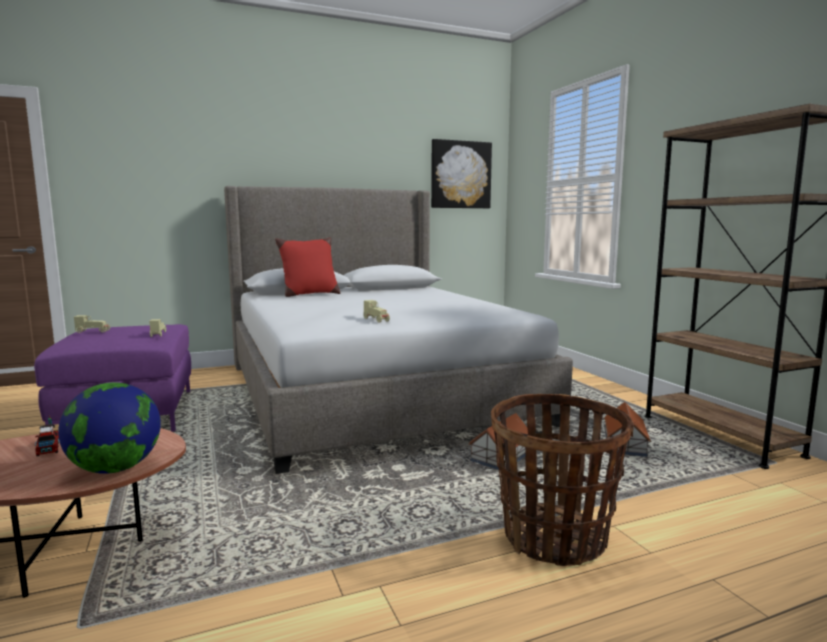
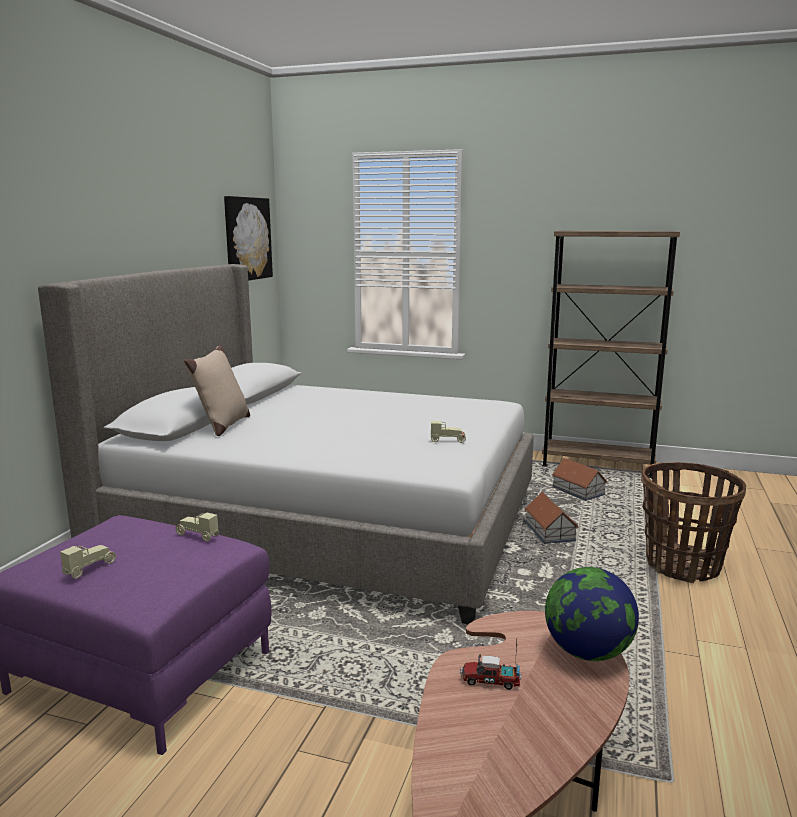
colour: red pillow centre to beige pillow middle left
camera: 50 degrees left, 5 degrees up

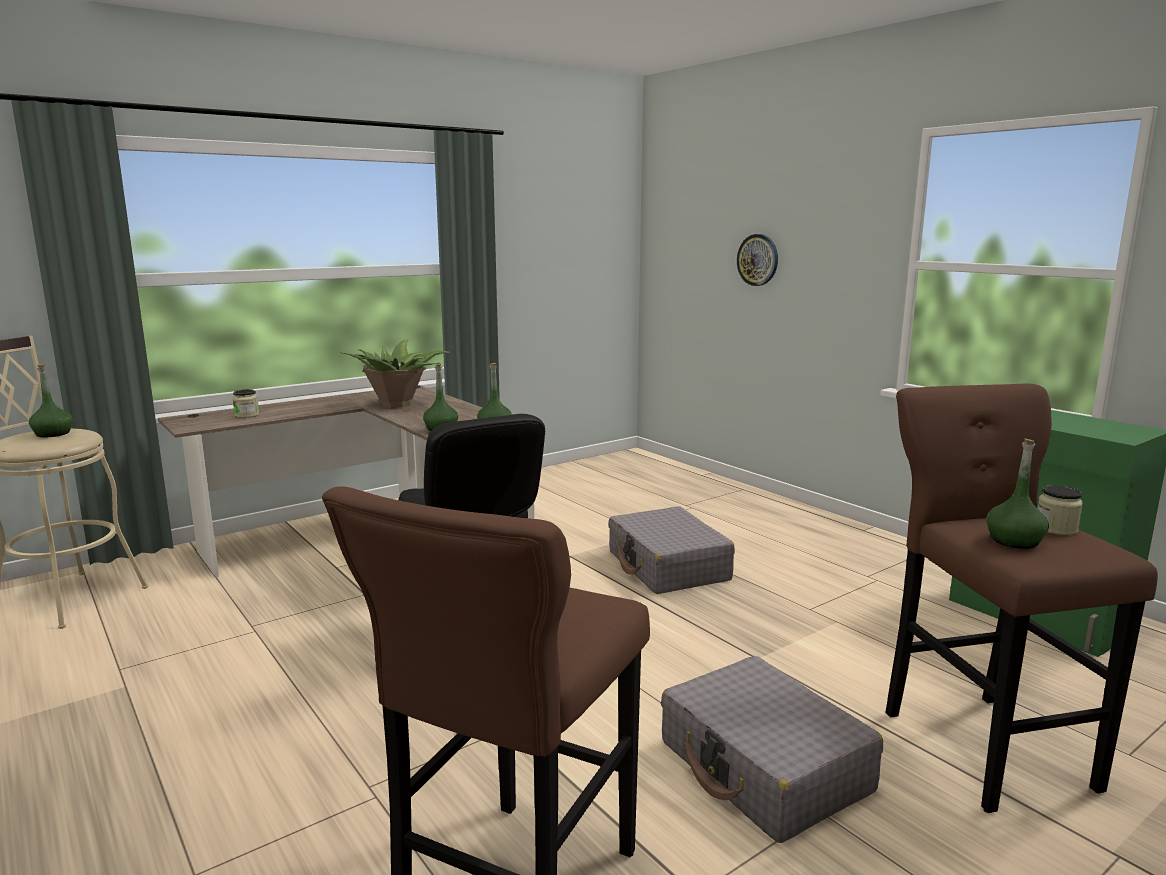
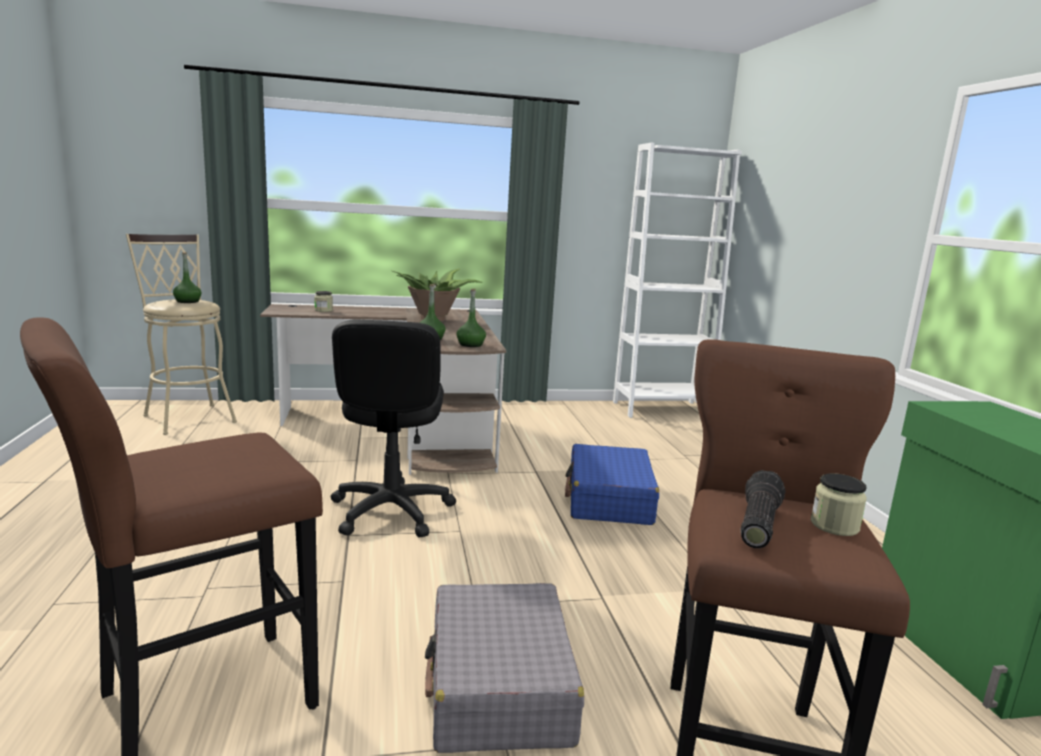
missing: wall clock top centre
appeared: white bookcase centre
exchanged: green bottle (no. 4 from left) middle right to flashlight bottom right
colour: grey suitcase (no. 1 from left) centre to blue suitcase centre
camera: 25 degrees right, 0 degrees up

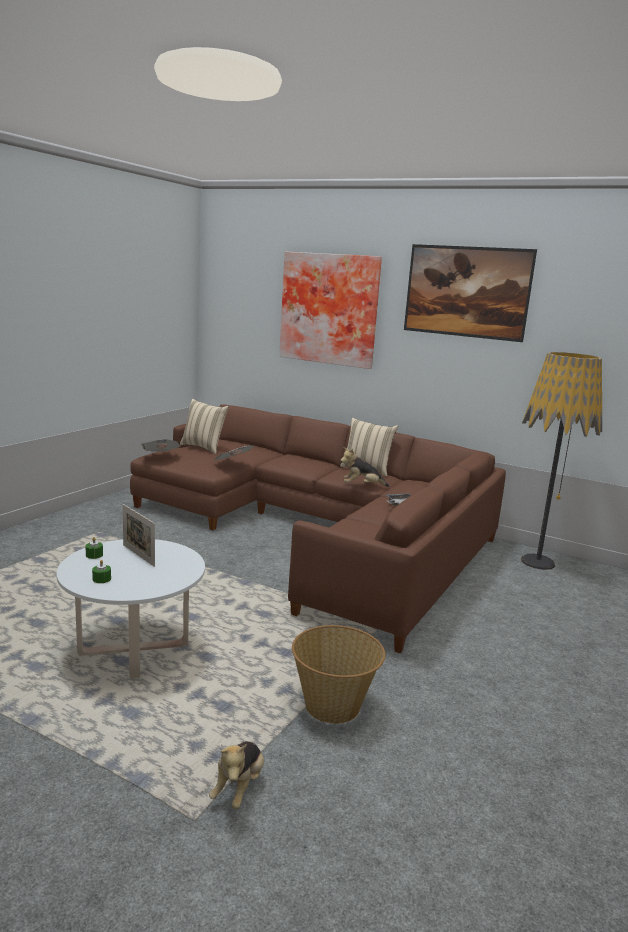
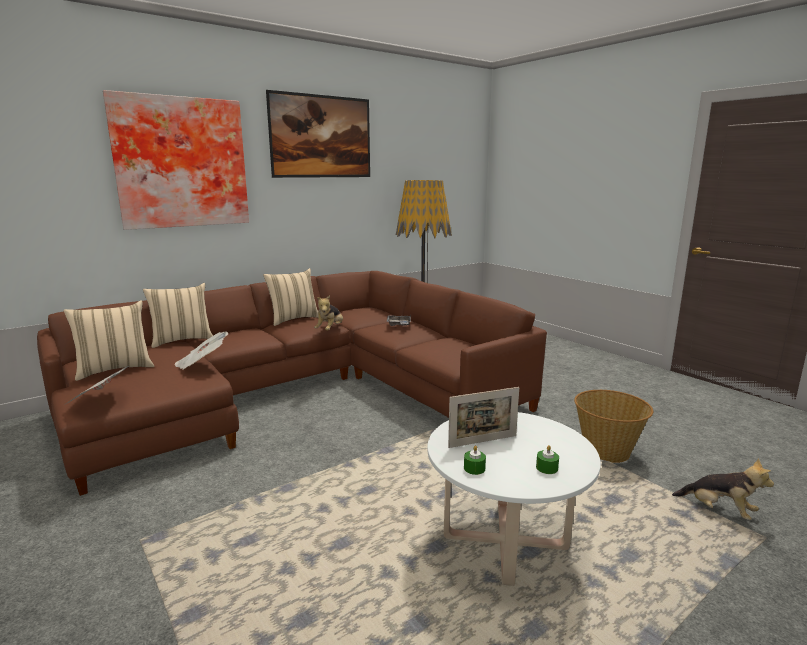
appeared: beige pillow (no. 2 from left) middle left
camera: 65 degrees left, 0 degrees up

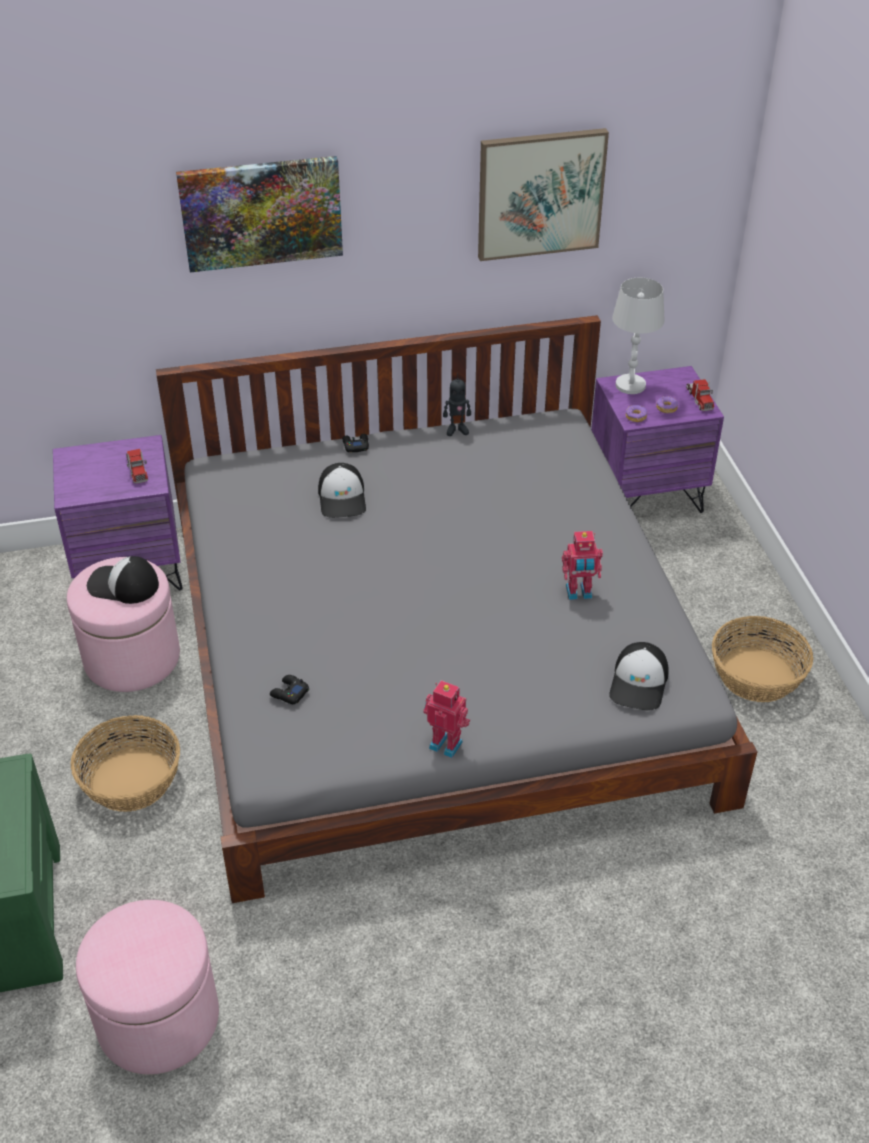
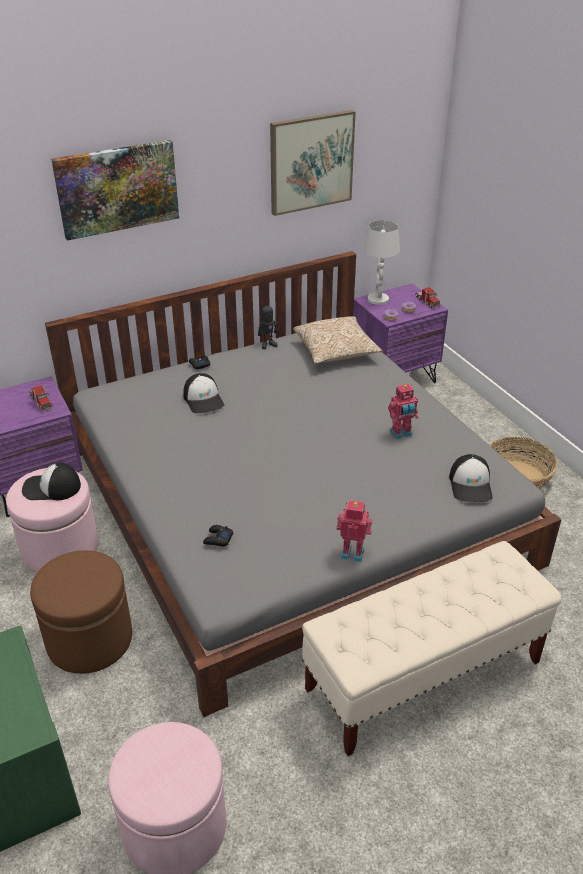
appeared: pillow centre; beige bench bottom right
exchanged: basket (no. 1 from left) bottom left to brown ottoman bottom left
camera: 15 degrees left, 5 degrees down

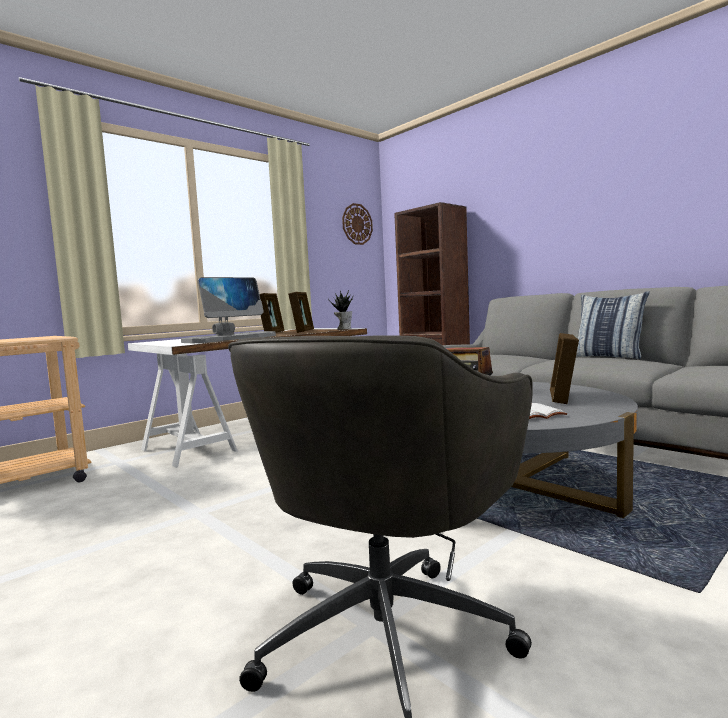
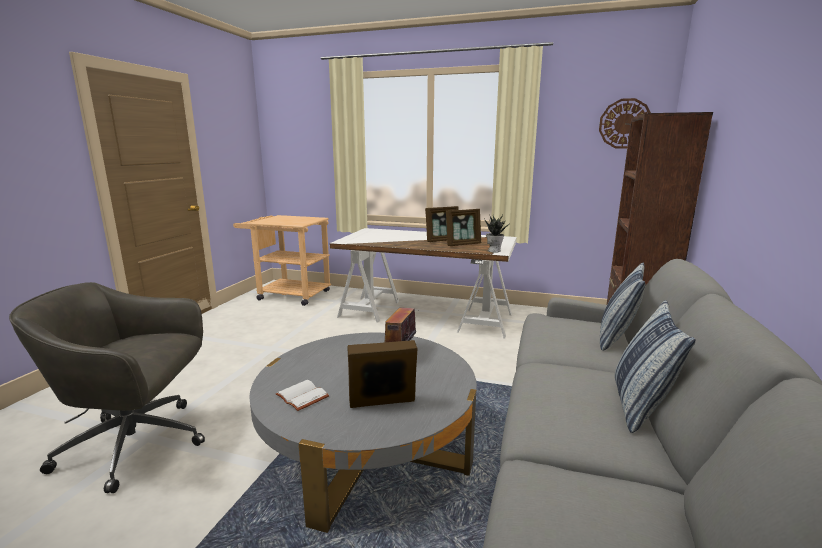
missing: monitor middle left
appeared: pillow (no. 1 from left) middle right
camera: 60 degrees right, 10 degrees up

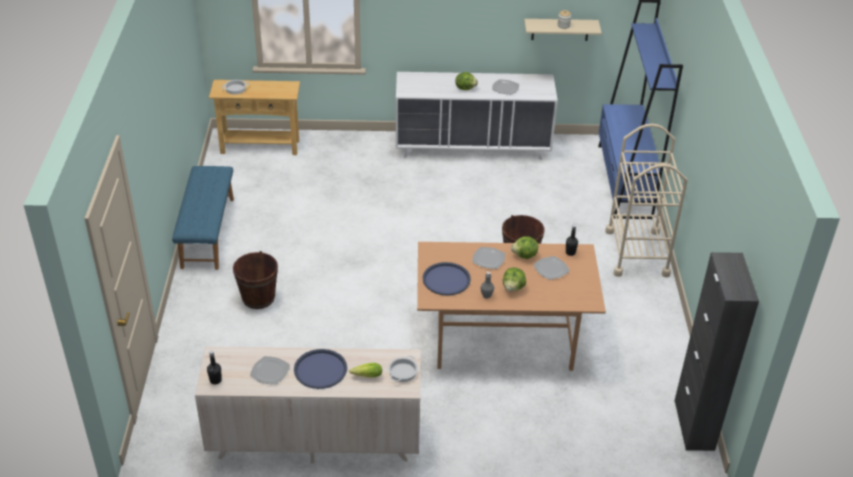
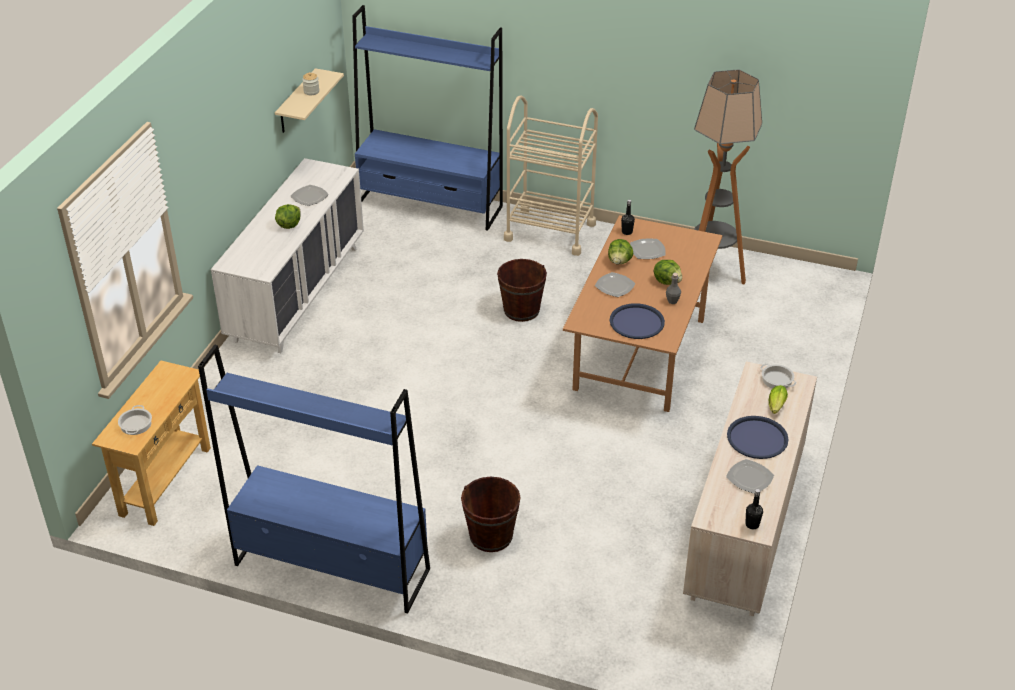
missing: black cabinet bottom right
appeared: floor lamp top right
exchanged: blue bench middle left to blue bookcase (no. 1 from left) bottom left
camera: 70 degrees left, 0 degrees up

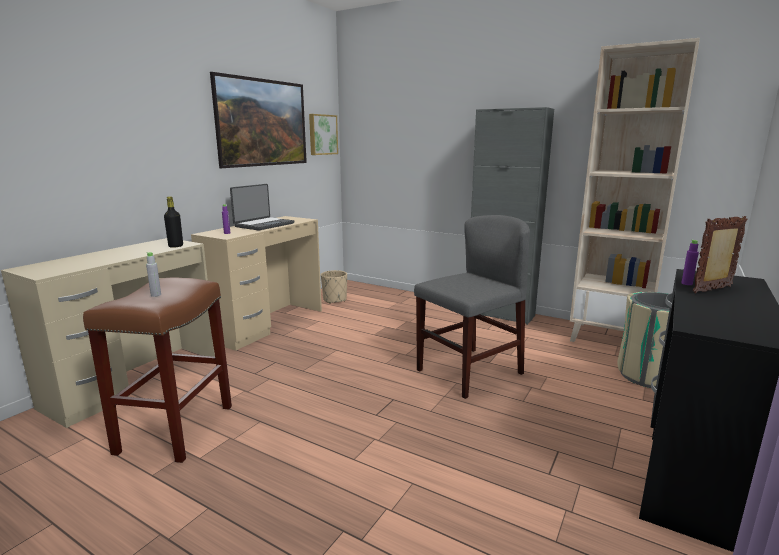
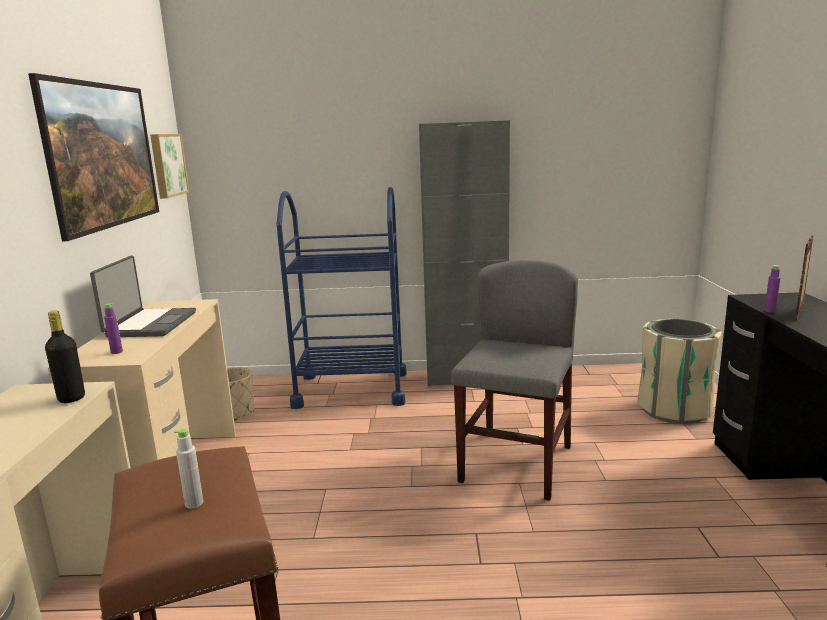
missing: beige bookcase middle right
appeared: blue cart centre
camera: 30 degrees left, 0 degrees up

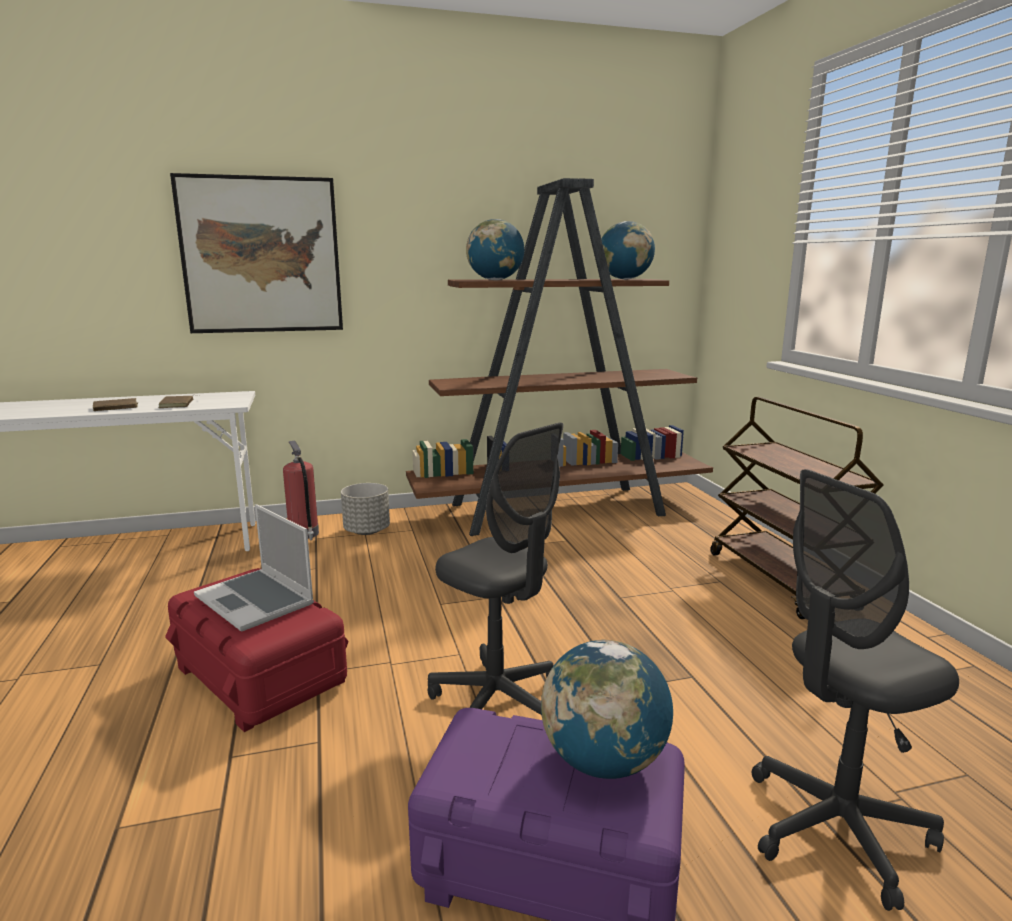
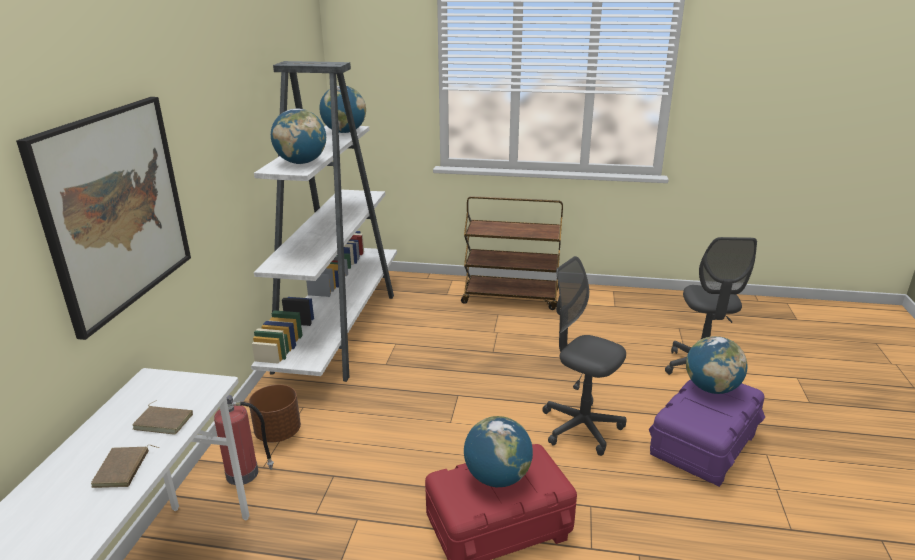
exchanged: laptop middle left to globe (no. 3 from left) bottom centre
colour: grey planter centre to brown planter bottom left; brown bookcase centre to white bookcase centre
spun: grey office chair (no. 1 from left) centre = centre 120 degrees counterclockwise
camera: 65 degrees left, 10 degrees up

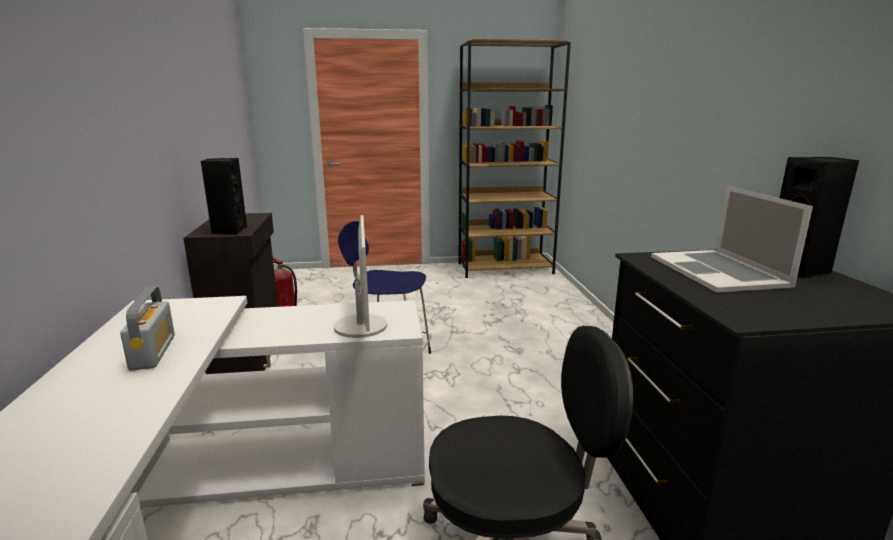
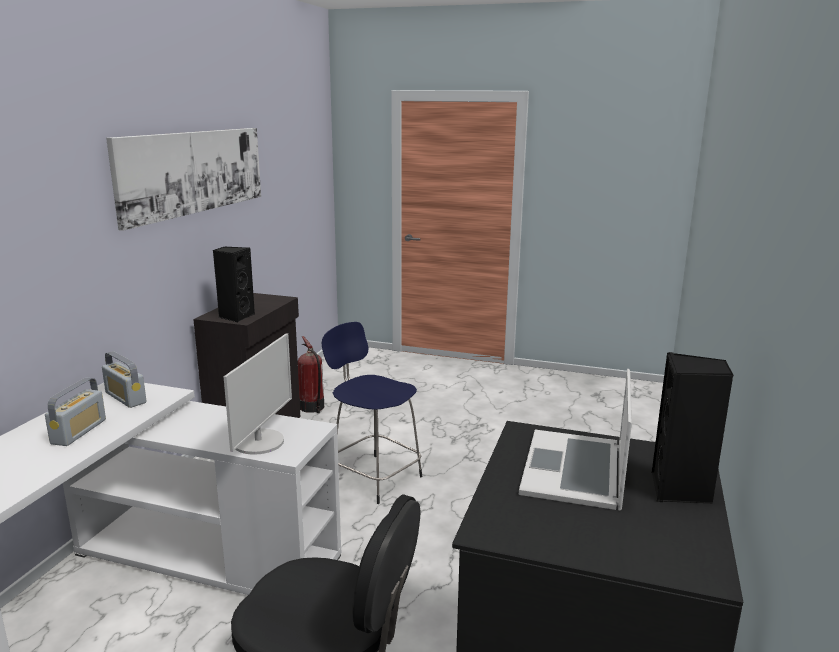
missing: brown bookcase top centre
appeared: radio (no. 2 from left) middle left; picture top left
camera: 25 degrees right, 0 degrees up

